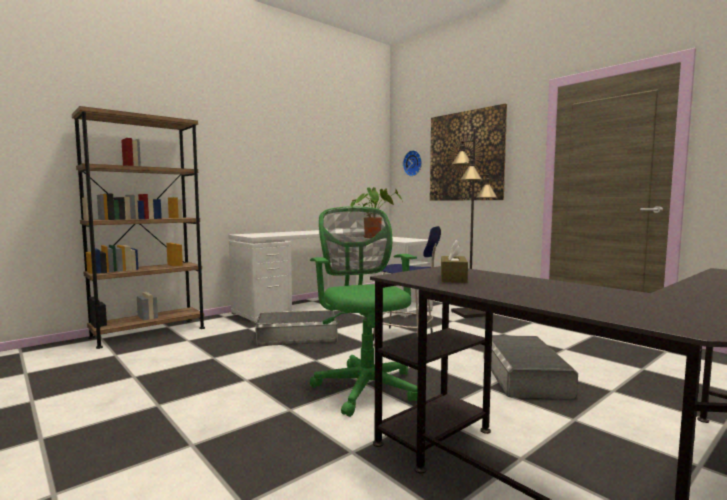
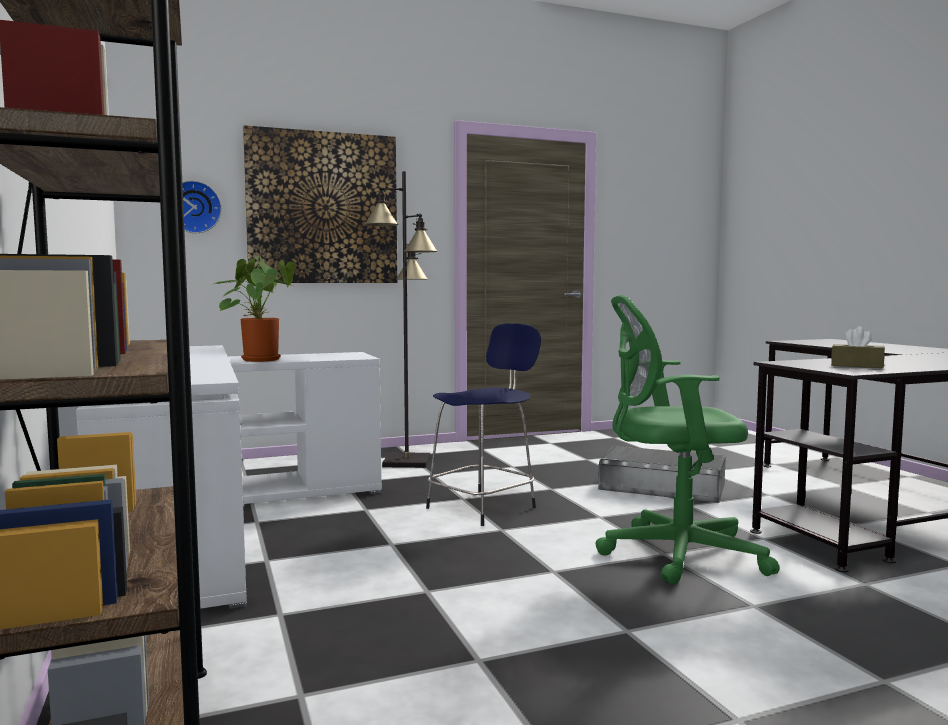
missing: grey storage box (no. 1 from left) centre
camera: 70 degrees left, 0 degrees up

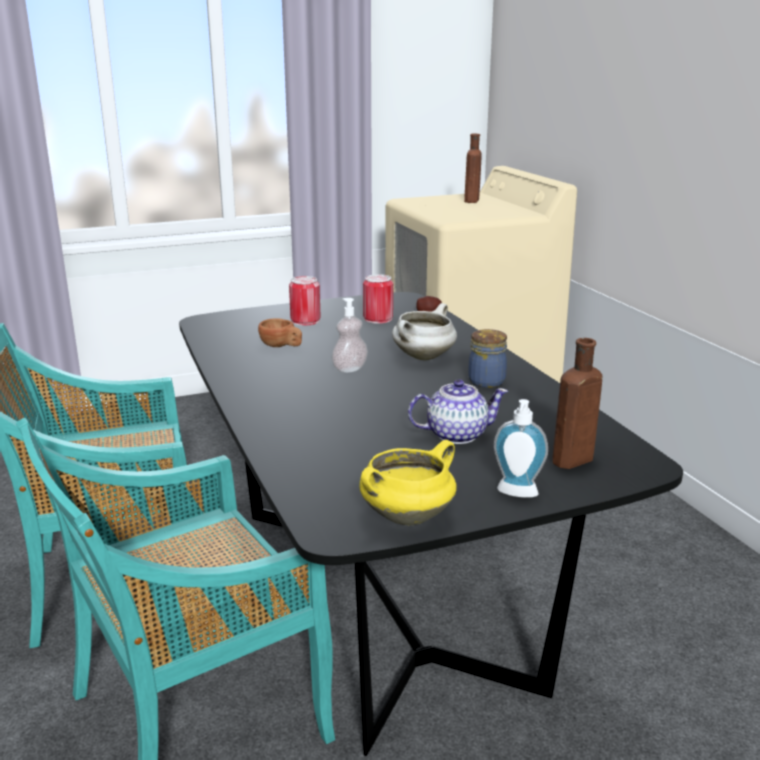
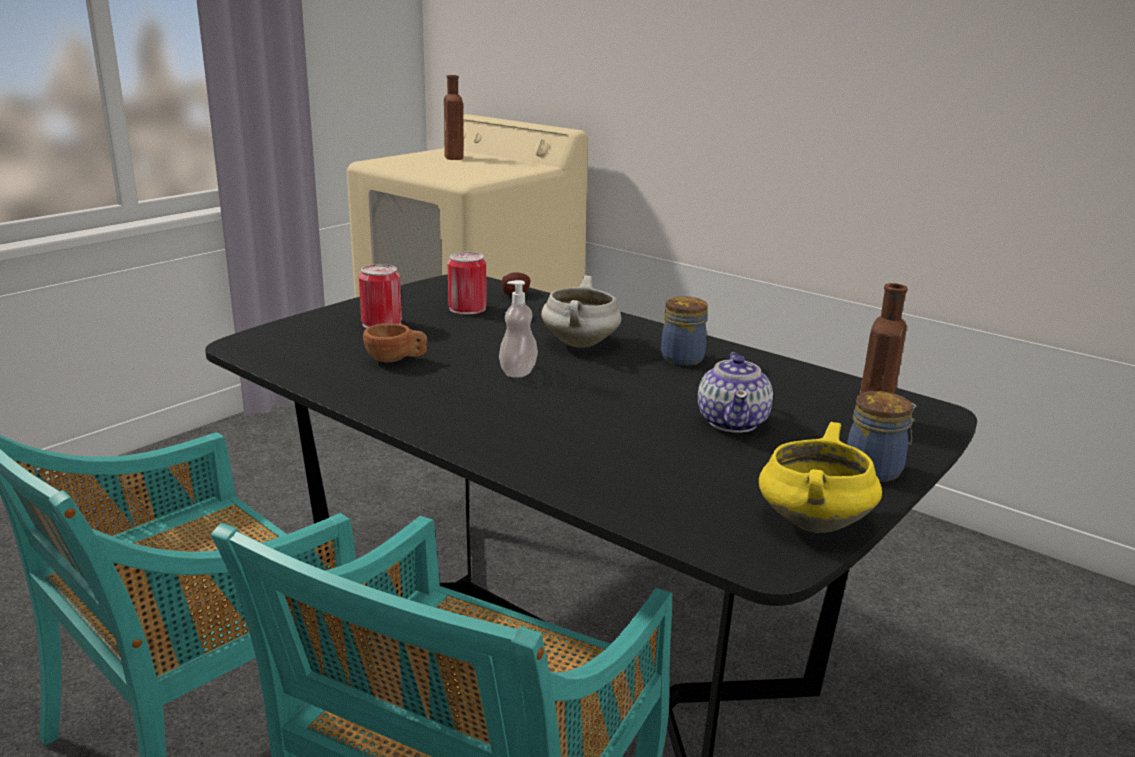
exchanged: soap dispenser (no. 2 from left) middle right to jar (no. 2 from left) middle right
spun: teapot centre = centre 135 degrees clockwise
camera: 30 degrees left, 0 degrees up

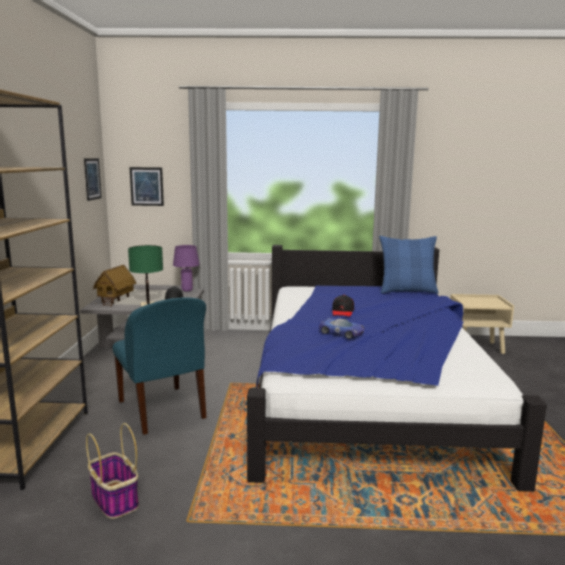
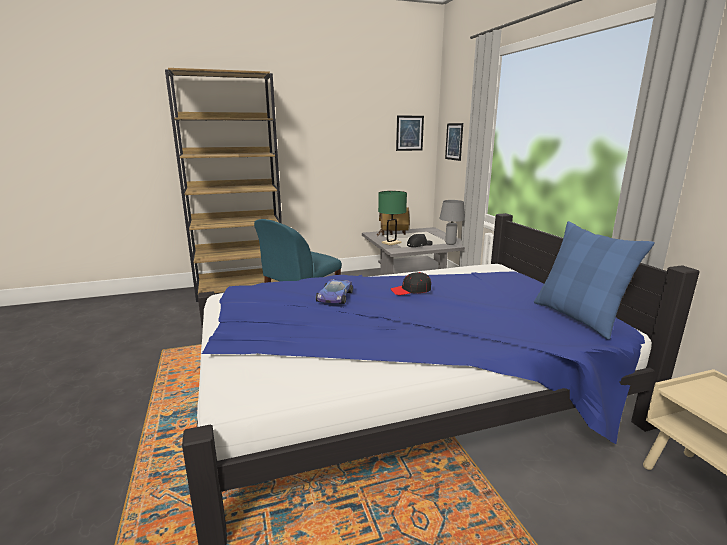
missing: basket bottom left
colour: purple table lamp middle left to grey table lamp centre
camera: 70 degrees right, 5 degrees up

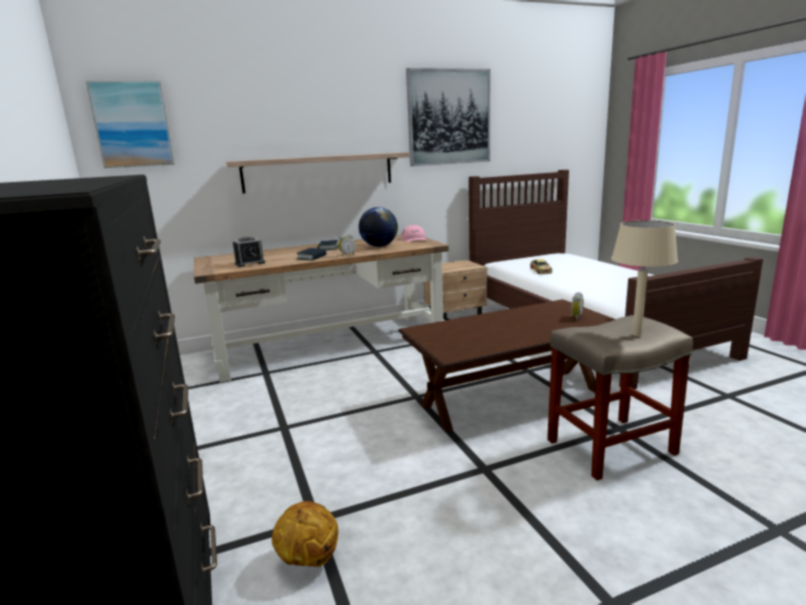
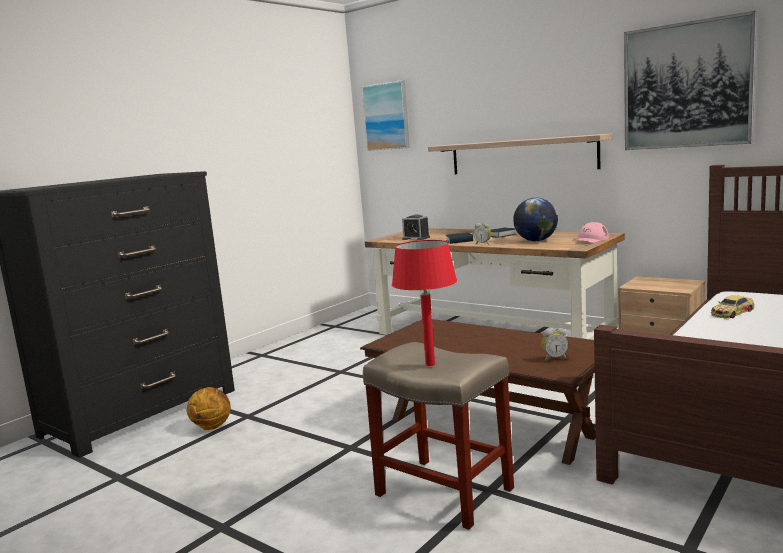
colour: beige table lamp middle right to red table lamp centre
camera: 60 degrees right, 5 degrees down

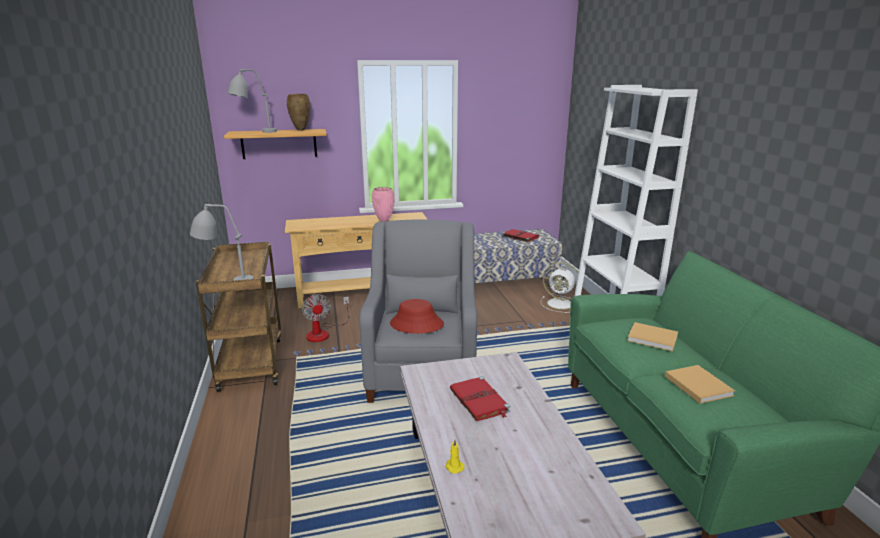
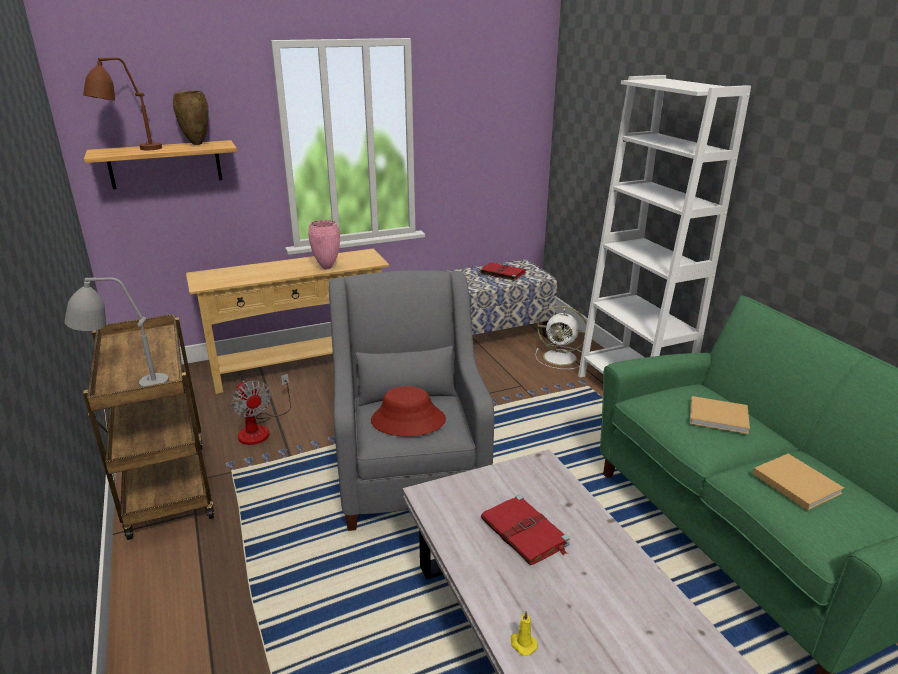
colour: grey table lamp (no. 2 from left) top left to brown table lamp top left
camera: 10 degrees left, 5 degrees up

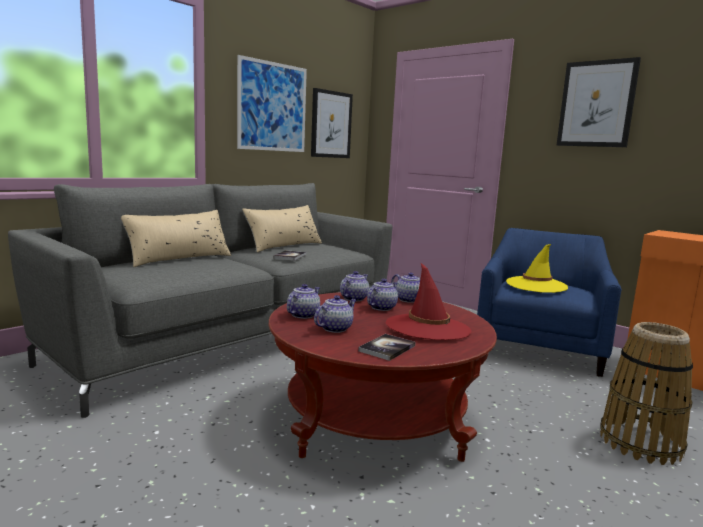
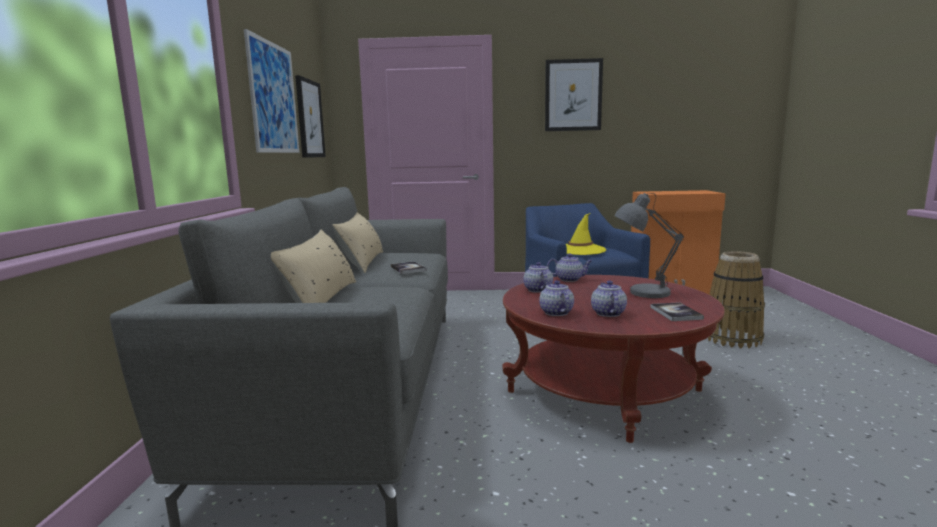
missing: teapot (no. 4 from left) centre
exchanged: red hat centre to grey table lamp middle right
camera: 40 degrees left, 0 degrees up

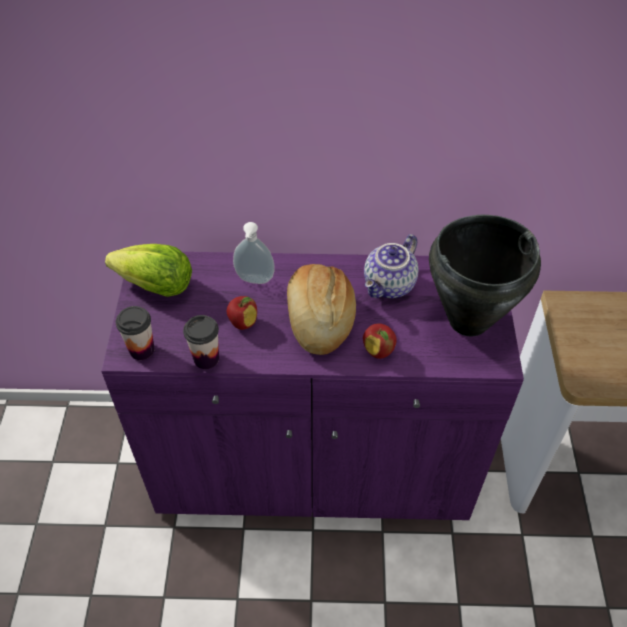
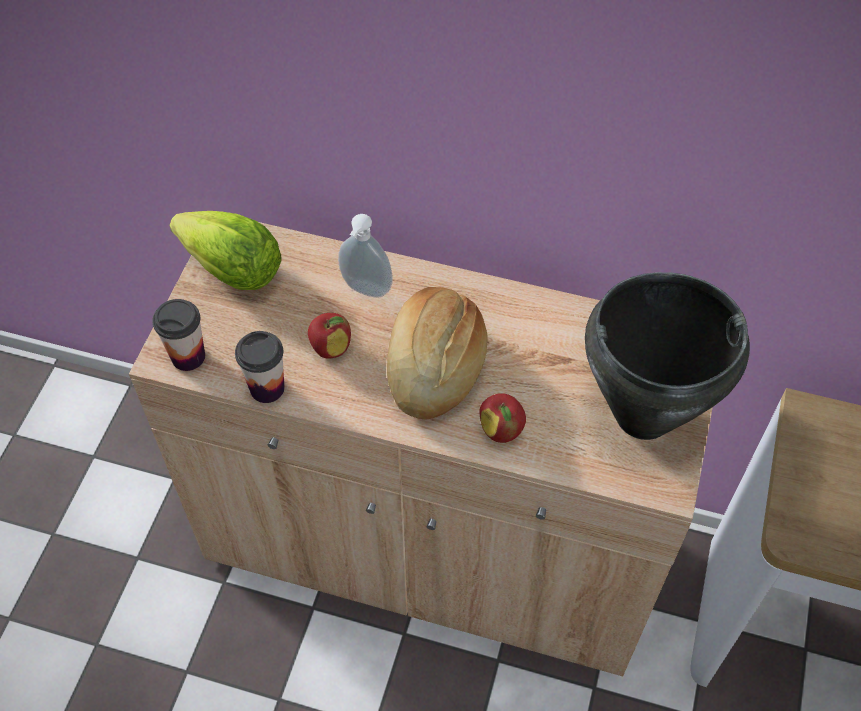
missing: teapot centre
colour: purple cabinet centre to beige cabinet centre
camera: 15 degrees right, 5 degrees up

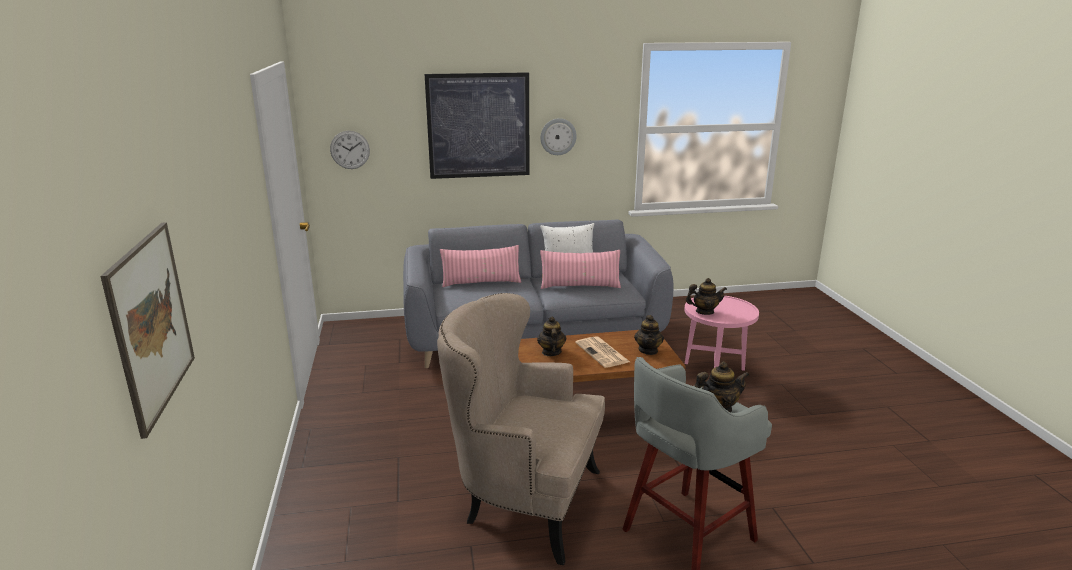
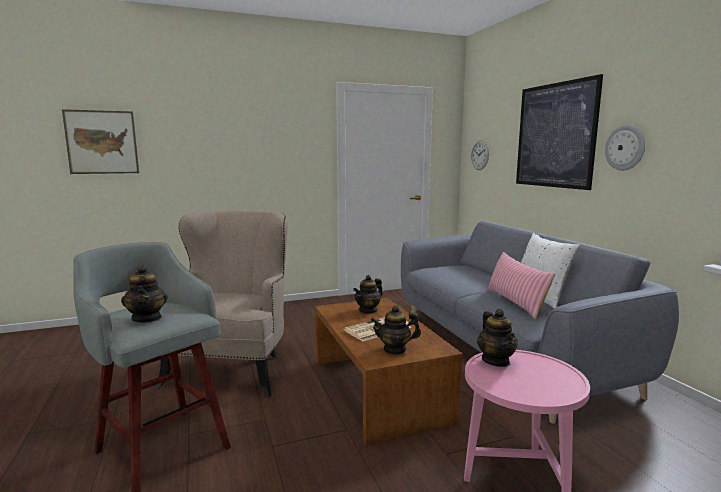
missing: pink pillow (no. 1 from left) centre
spun: teapot (no. 1 from left in the first image) centre = centre 150 degrees clockwise
camera: 80 degrees right, 10 degrees down

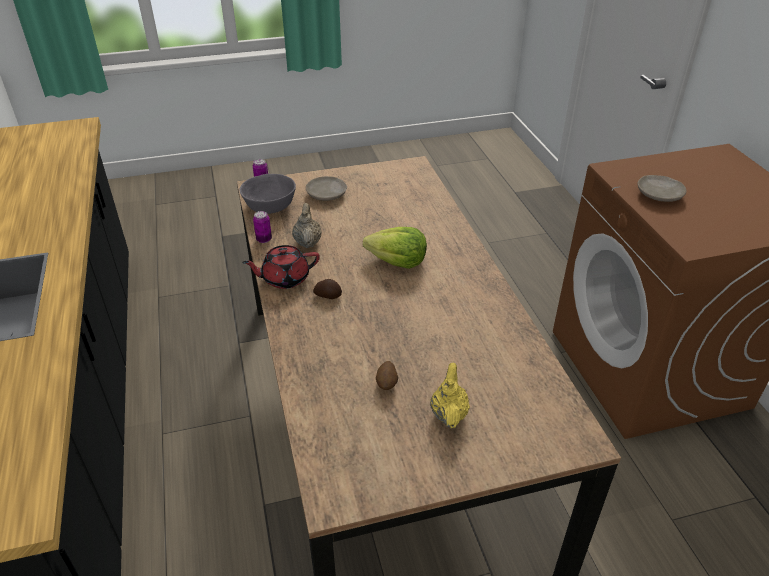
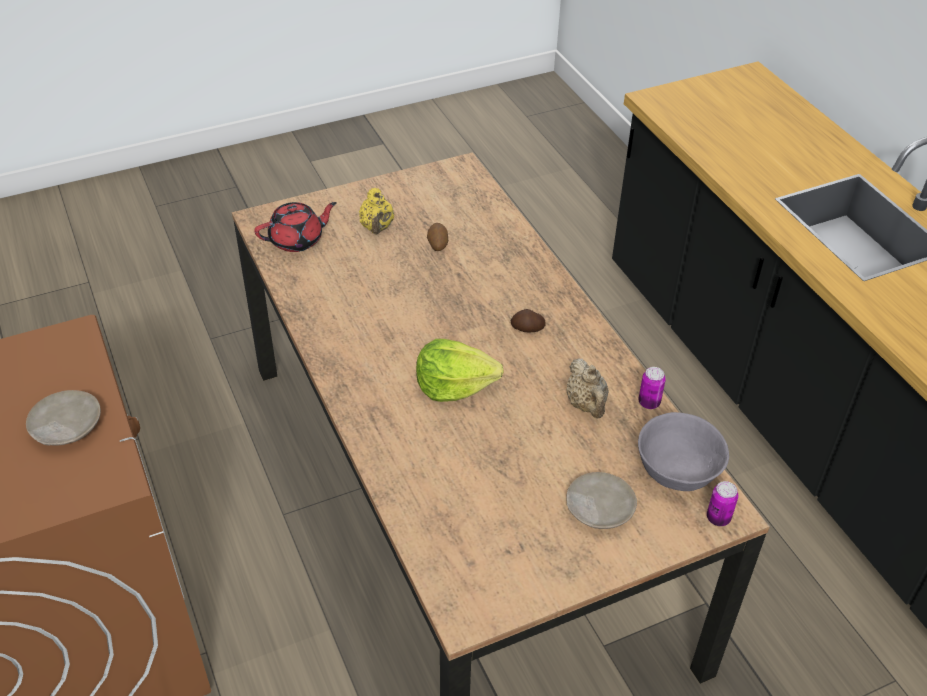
relocated: red teapot centre to top left
camera: 170 degrees right, 5 degrees up

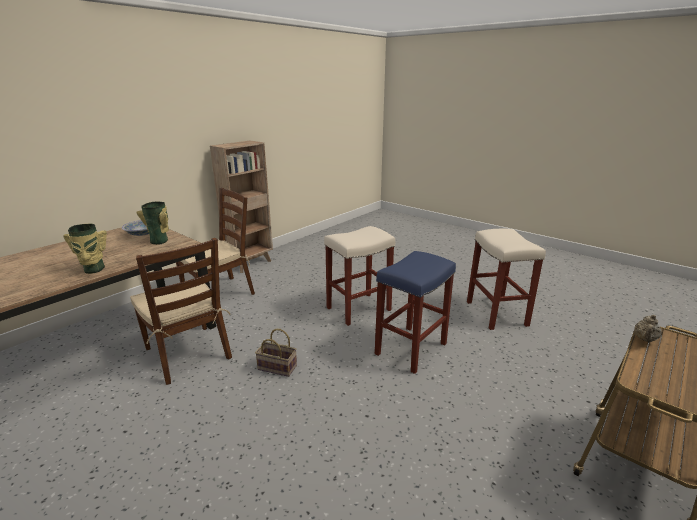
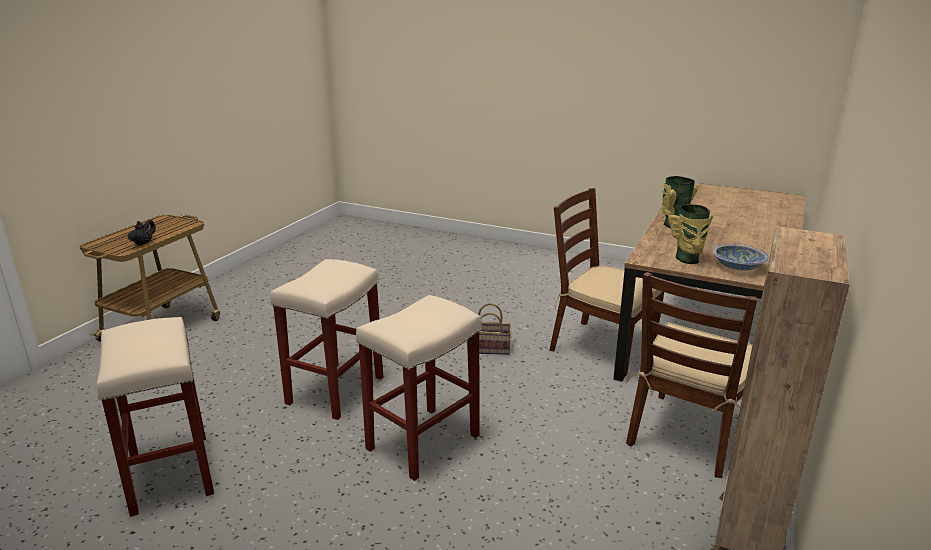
colour: beige teapot middle right to black teapot middle left; blue stool centre to beige stool (no. 2 from left) centre
camera: 165 degrees right, 0 degrees up

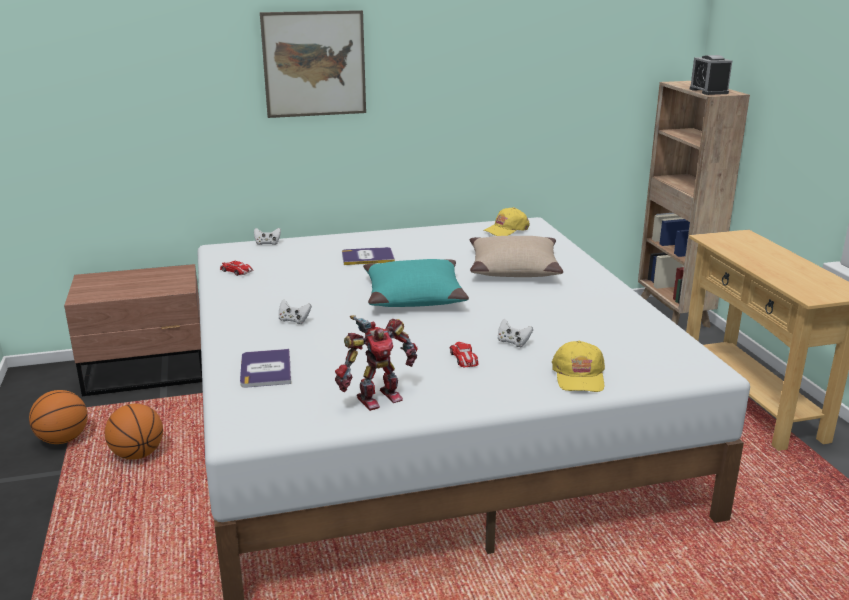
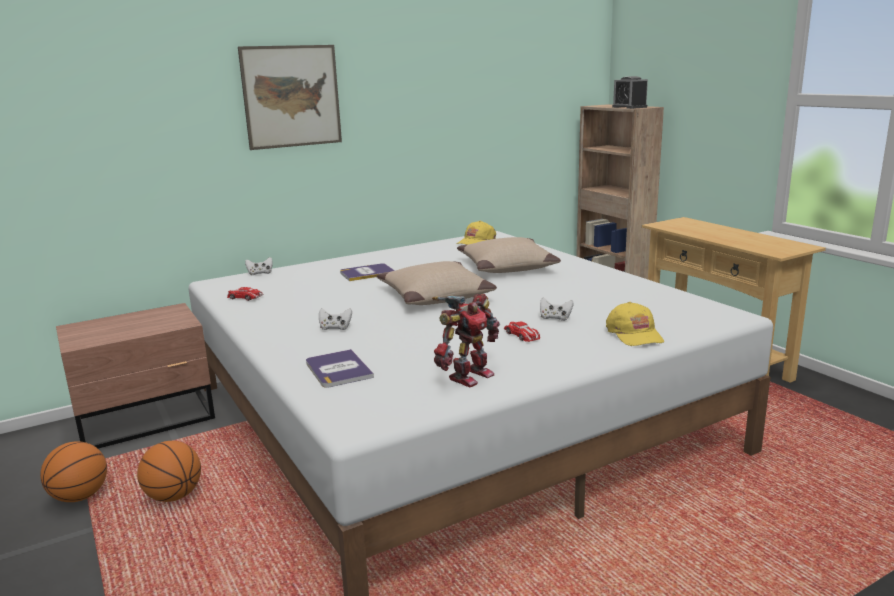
colour: turquoise pillow centre to beige pillow (no. 1 from left) centre
camera: 15 degrees left, 5 degrees down

